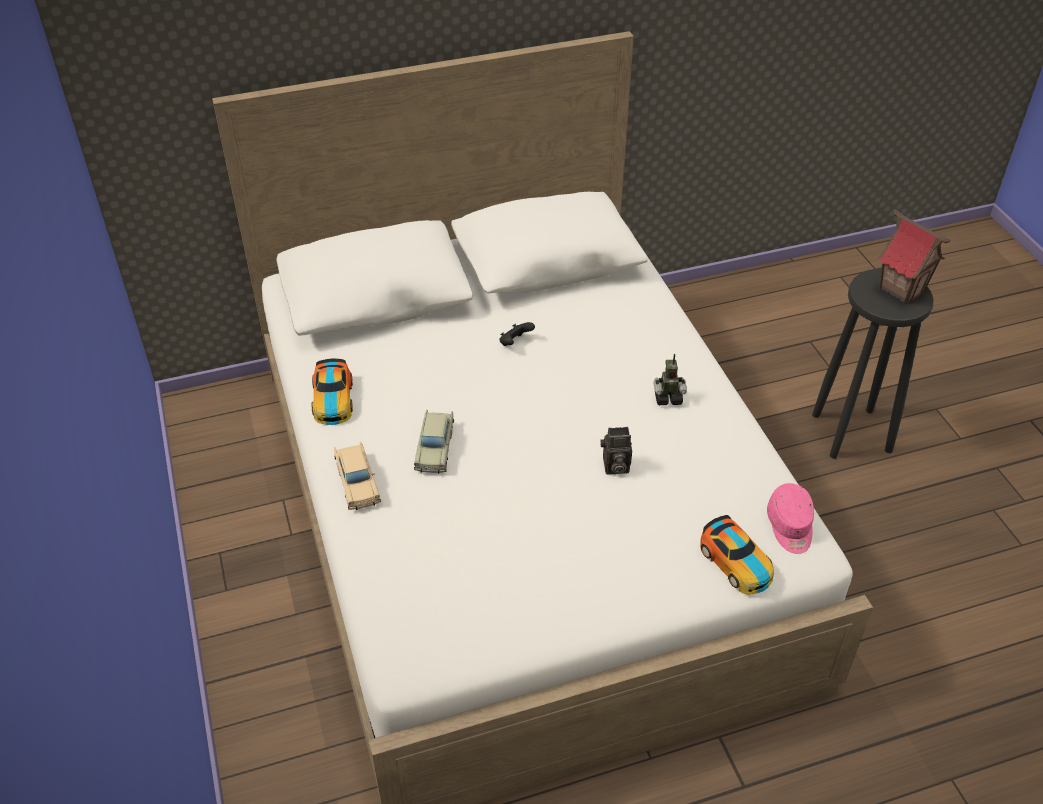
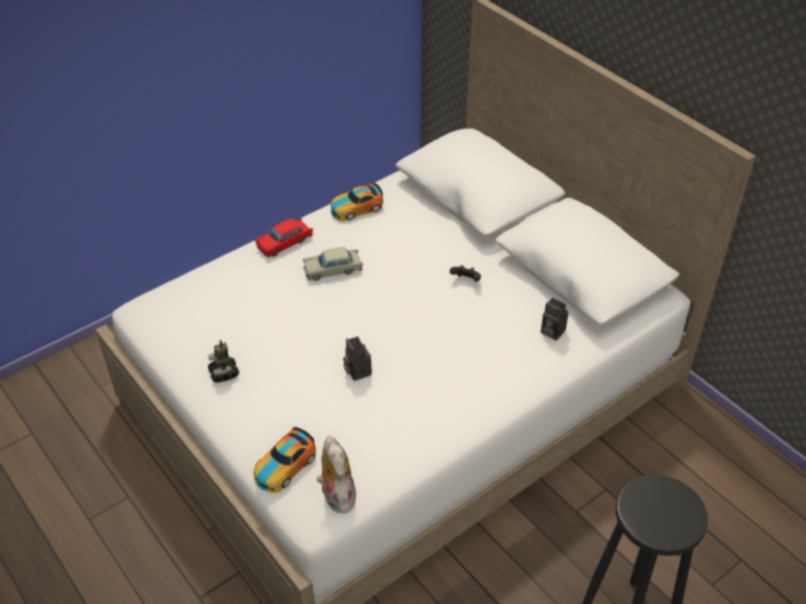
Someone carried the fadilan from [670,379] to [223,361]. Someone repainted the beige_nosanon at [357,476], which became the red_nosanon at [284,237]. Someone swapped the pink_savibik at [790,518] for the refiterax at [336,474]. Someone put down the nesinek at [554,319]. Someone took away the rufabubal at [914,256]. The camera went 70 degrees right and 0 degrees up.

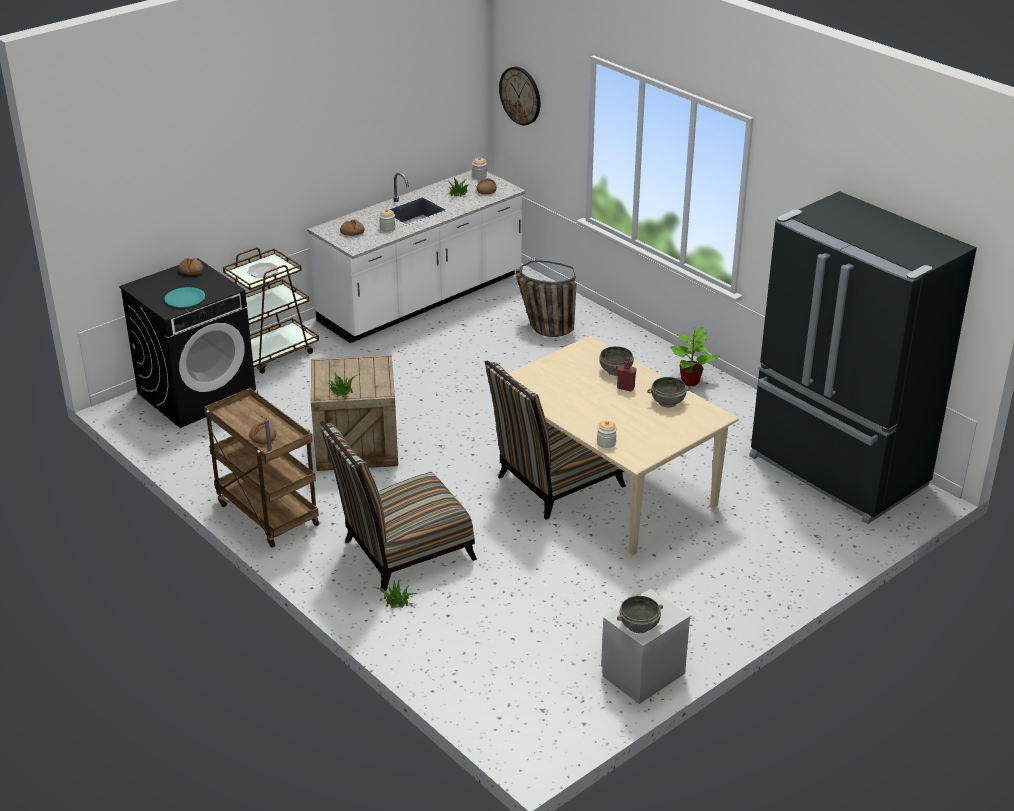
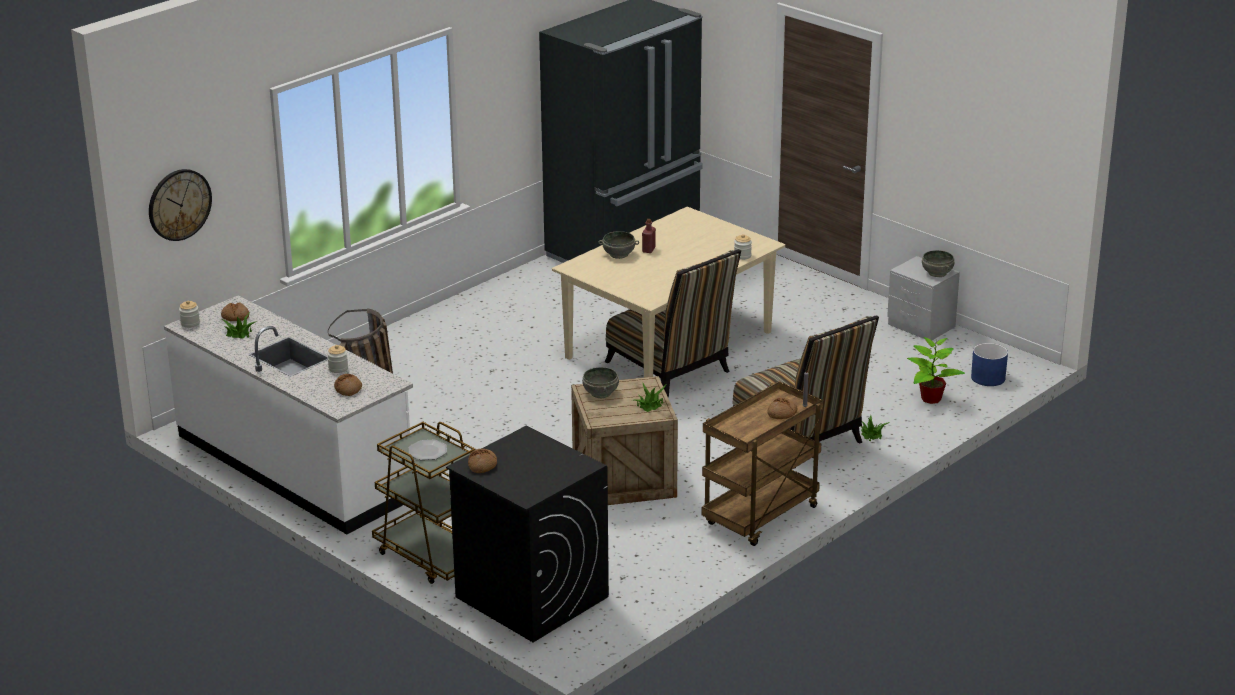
Someone carried the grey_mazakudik from [668,392] to [600,382]. Someone carried the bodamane from [694,356] to [936,370]. Someone put down the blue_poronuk at [989,364]. Someone took away the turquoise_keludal at [184,297]. The camera went 95 degrees left and 5 degrees down.

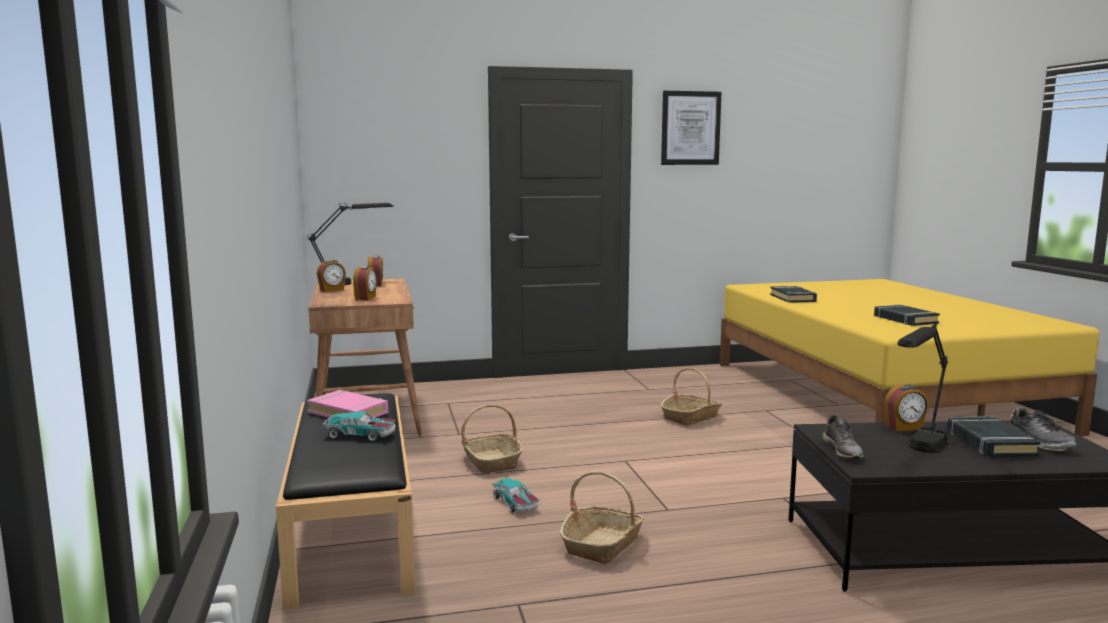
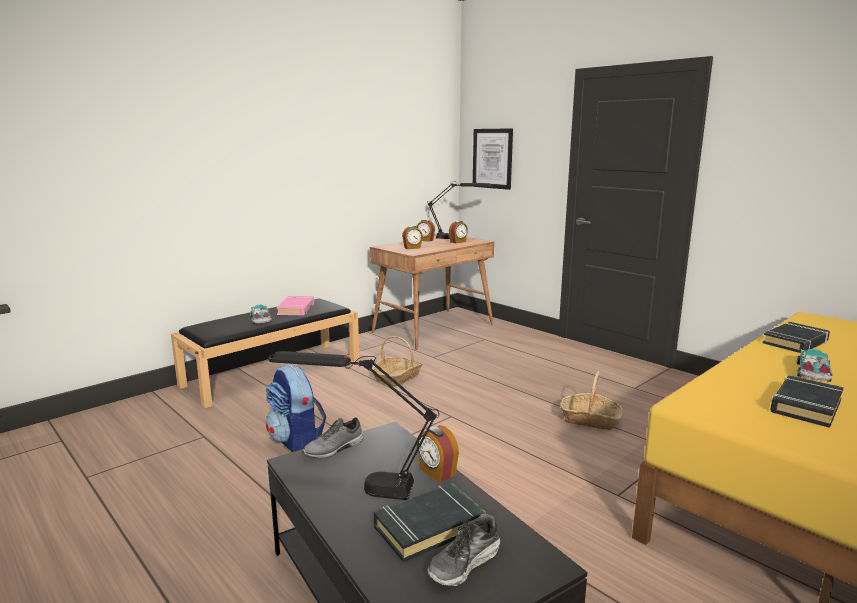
Someone swapped the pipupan at [602,517] for the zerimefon at [296,408]. Someone carried the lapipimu from [691,128] to [493,159]. Someone carried the nosanon from [515,495] to [815,365]. The camera went 60 degrees right and 5 degrees up.

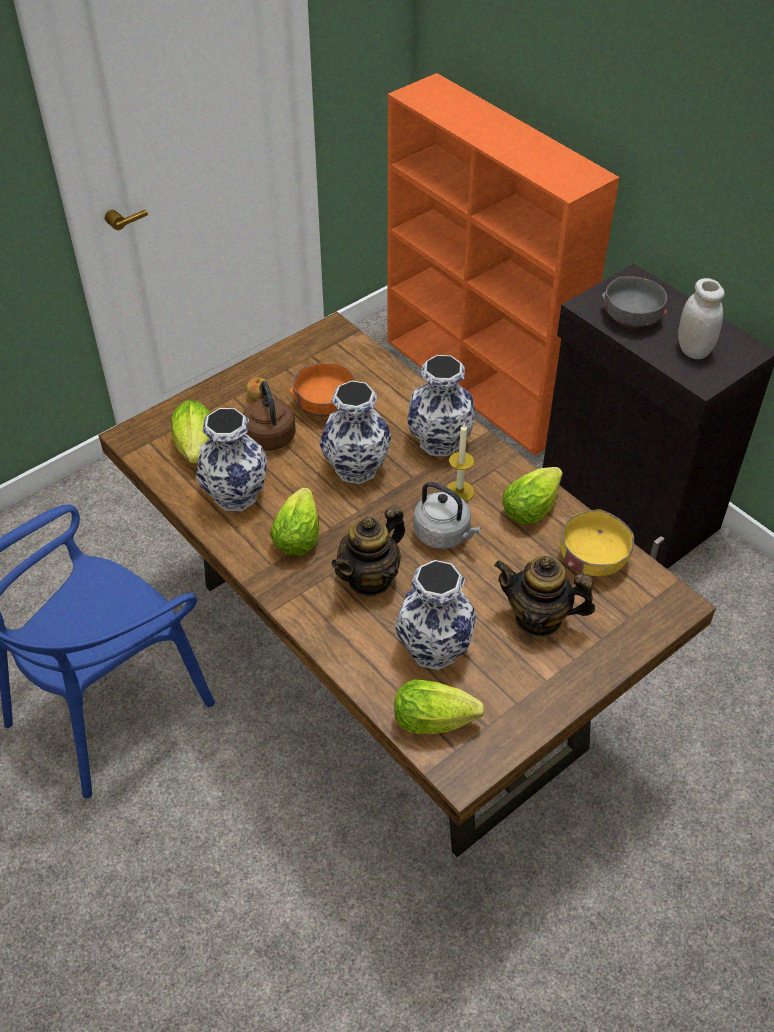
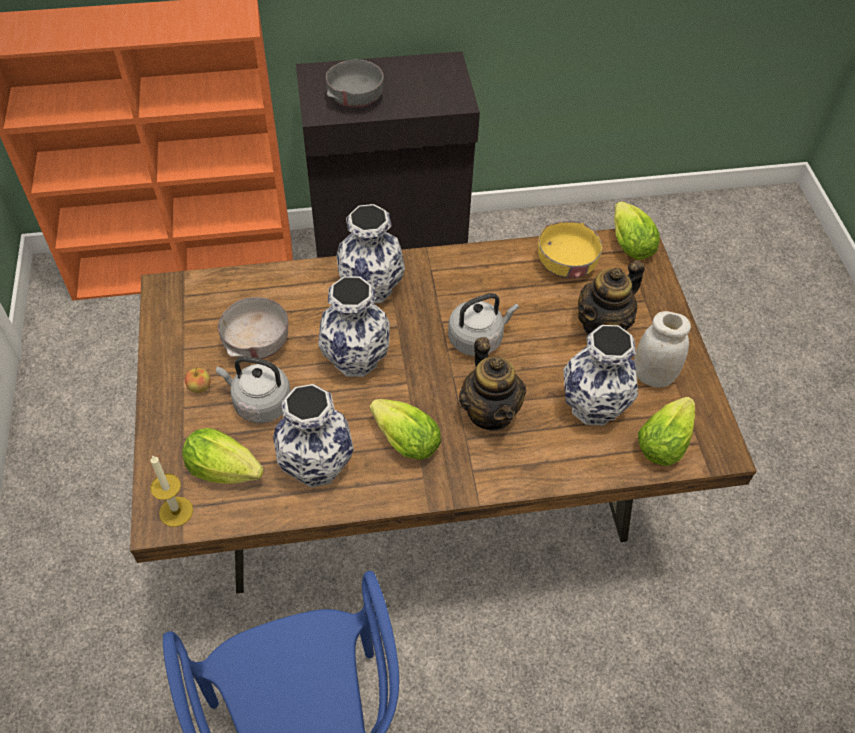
Someone carried the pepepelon from [460,463] to [171,491]. Someone repainted the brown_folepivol at [269,416], which became the grey_folepivol at [253,389]. Someone repainted the orange_mazakudik at [323,390], which became the grey_mazakudik at [253,328]. Someone carried the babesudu from [532,496] to [637,230]. Someone carried the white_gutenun from [701,318] to [662,349]. The camera went 60 degrees left and 5 degrees up.

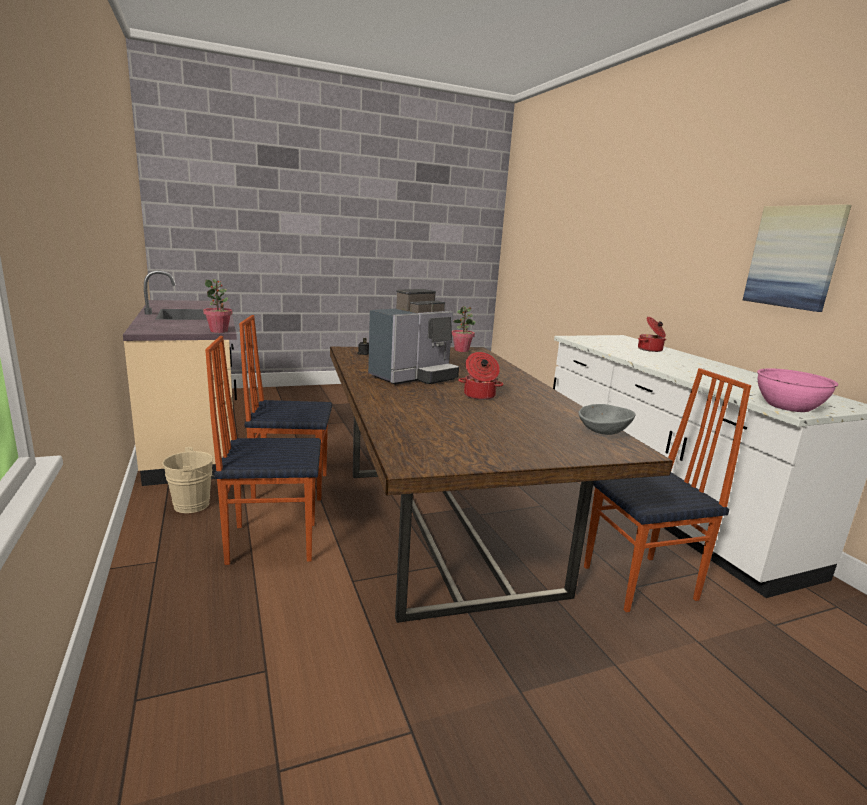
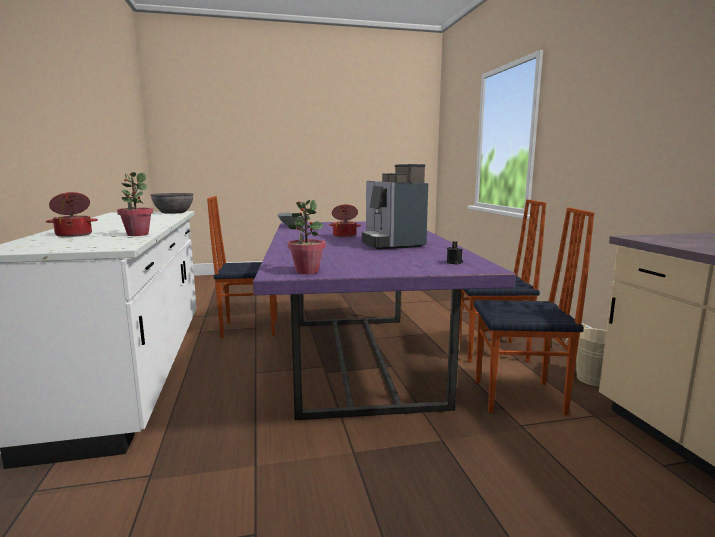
Someone carried the bodamane from [218,306] to [135,204]. Someone repainted the pink_mazakudik at [797,390], which became the grey_mazakudik at [172,203]. Someone repainted the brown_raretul at [501,485], which became the purple_raretul at [384,321]. Someone rotated the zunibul at [413,337] by 75 degrees counterclockwise. Someone took away the lapipimu at [797,258]. The camera went 170 degrees left and 5 degrees down.

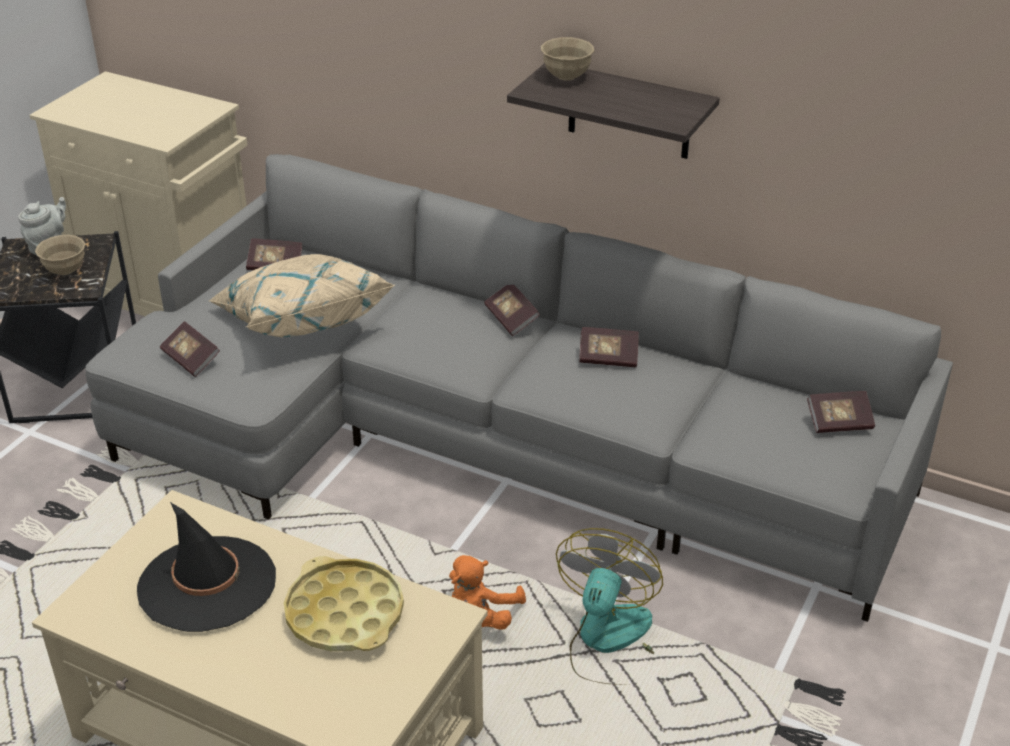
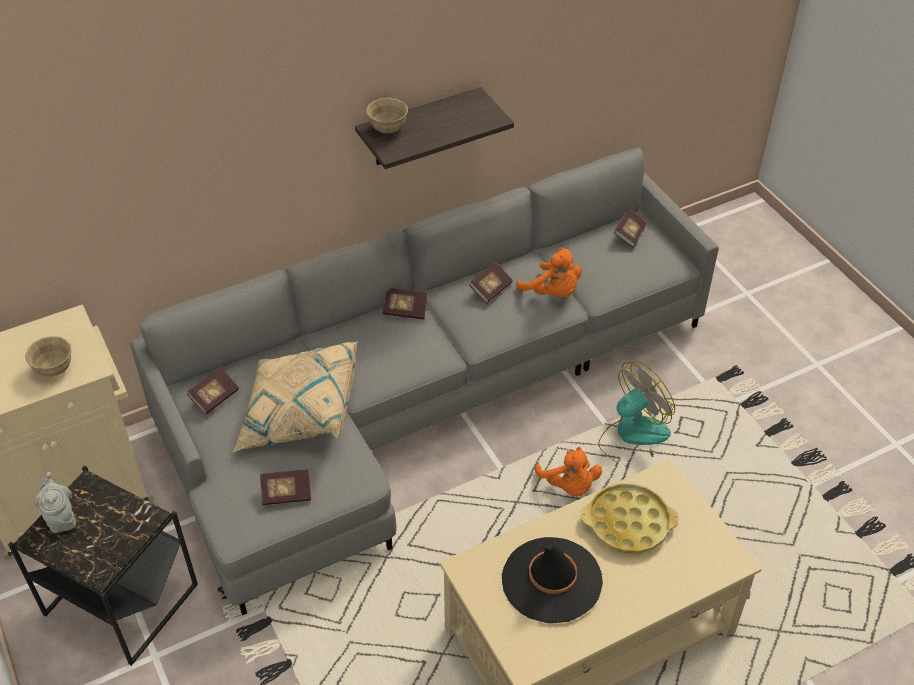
Someone carried the beige_mazakudik from [60,255] to [48,356]. Someone put down the orange_refiterax at [549,272]. Someone rotated the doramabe at [609,606] by 90 degrees clockwise. The camera went 55 degrees left and 10 degrees up.

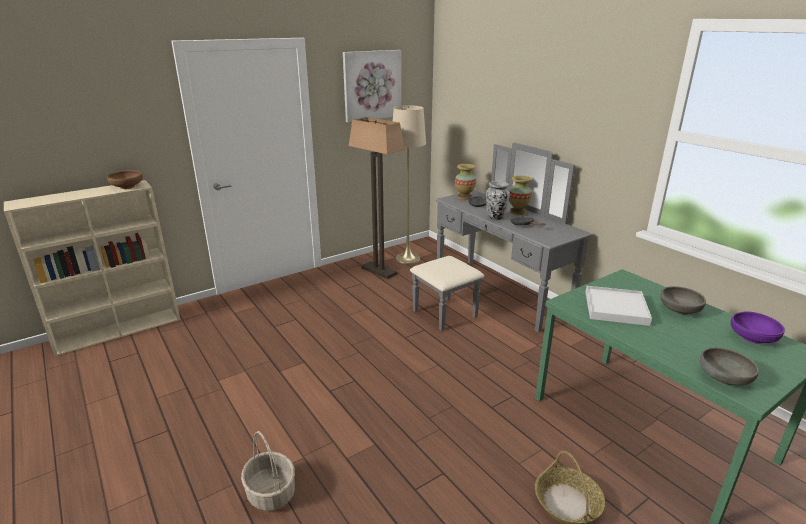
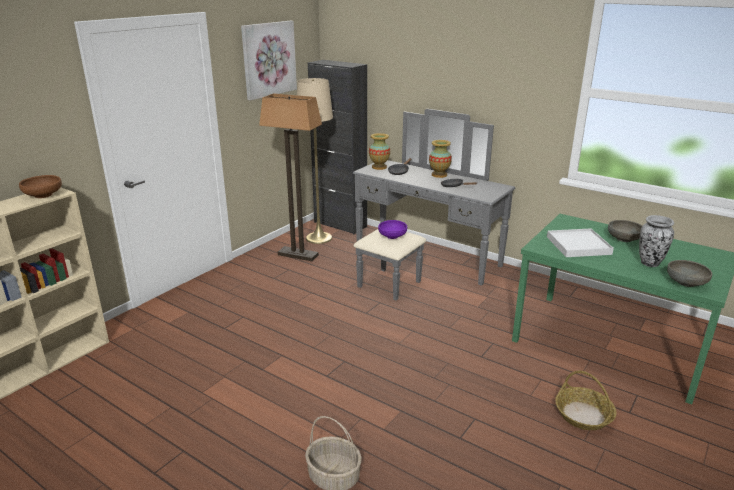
Someone put down the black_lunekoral at [337,147]. Someone carried the purple_mazakudik from [758,327] to [392,229]. Someone carried the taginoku from [498,200] to [656,241]. The camera went 20 degrees left and 0 degrees up.

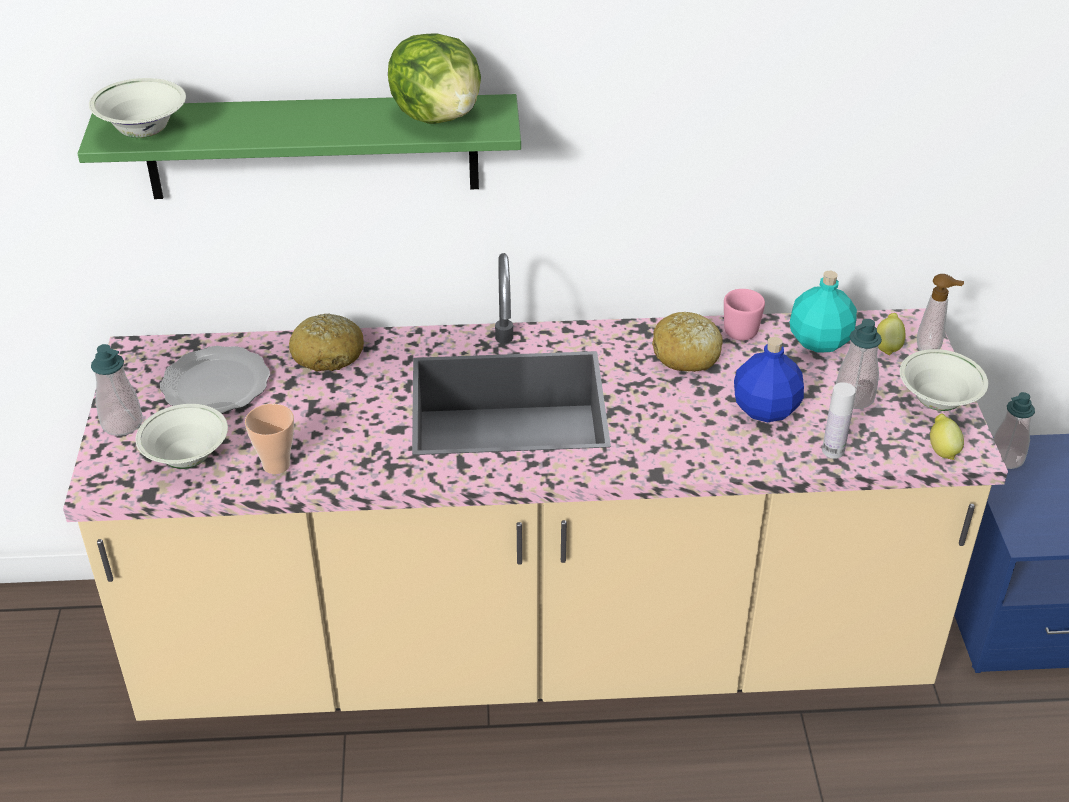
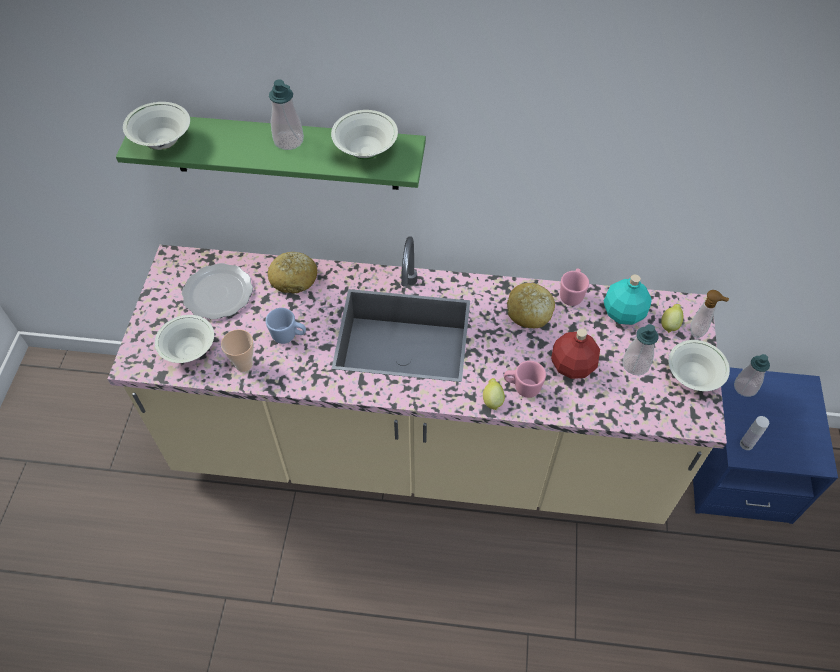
Someone put down the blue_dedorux at [286,326]. Someone carried the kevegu from [117,390] to [286,114]. Someone swapped the babesudu at [434,79] for the white_mazakudik at [364,134]. Someone carried the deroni from [947,437] to [494,394]. Someone put down the pink_dedorux at [525,379]. Someone repainted the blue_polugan at [769,379], which became the red_polugan at [575,354]. Someone carried the white_polugan from [839,420] to [754,433]. The camera went 10 degrees right and 15 degrees up.

